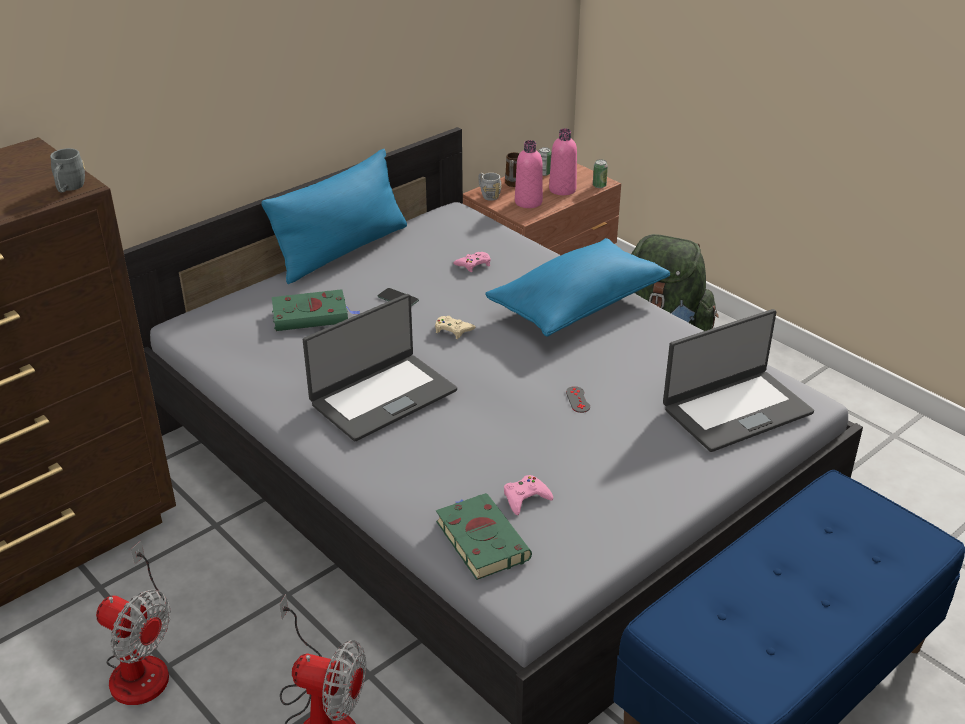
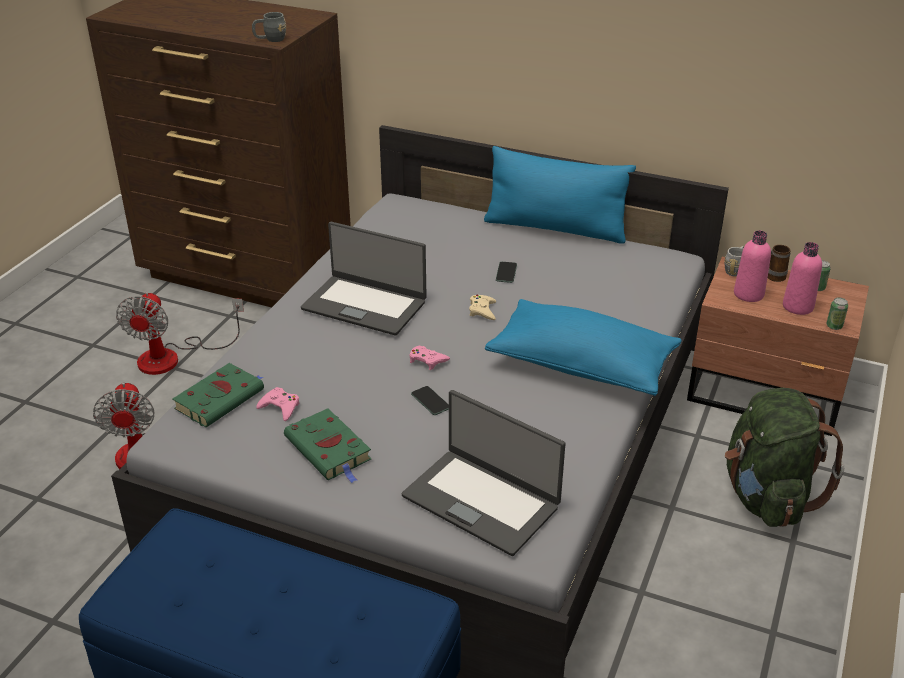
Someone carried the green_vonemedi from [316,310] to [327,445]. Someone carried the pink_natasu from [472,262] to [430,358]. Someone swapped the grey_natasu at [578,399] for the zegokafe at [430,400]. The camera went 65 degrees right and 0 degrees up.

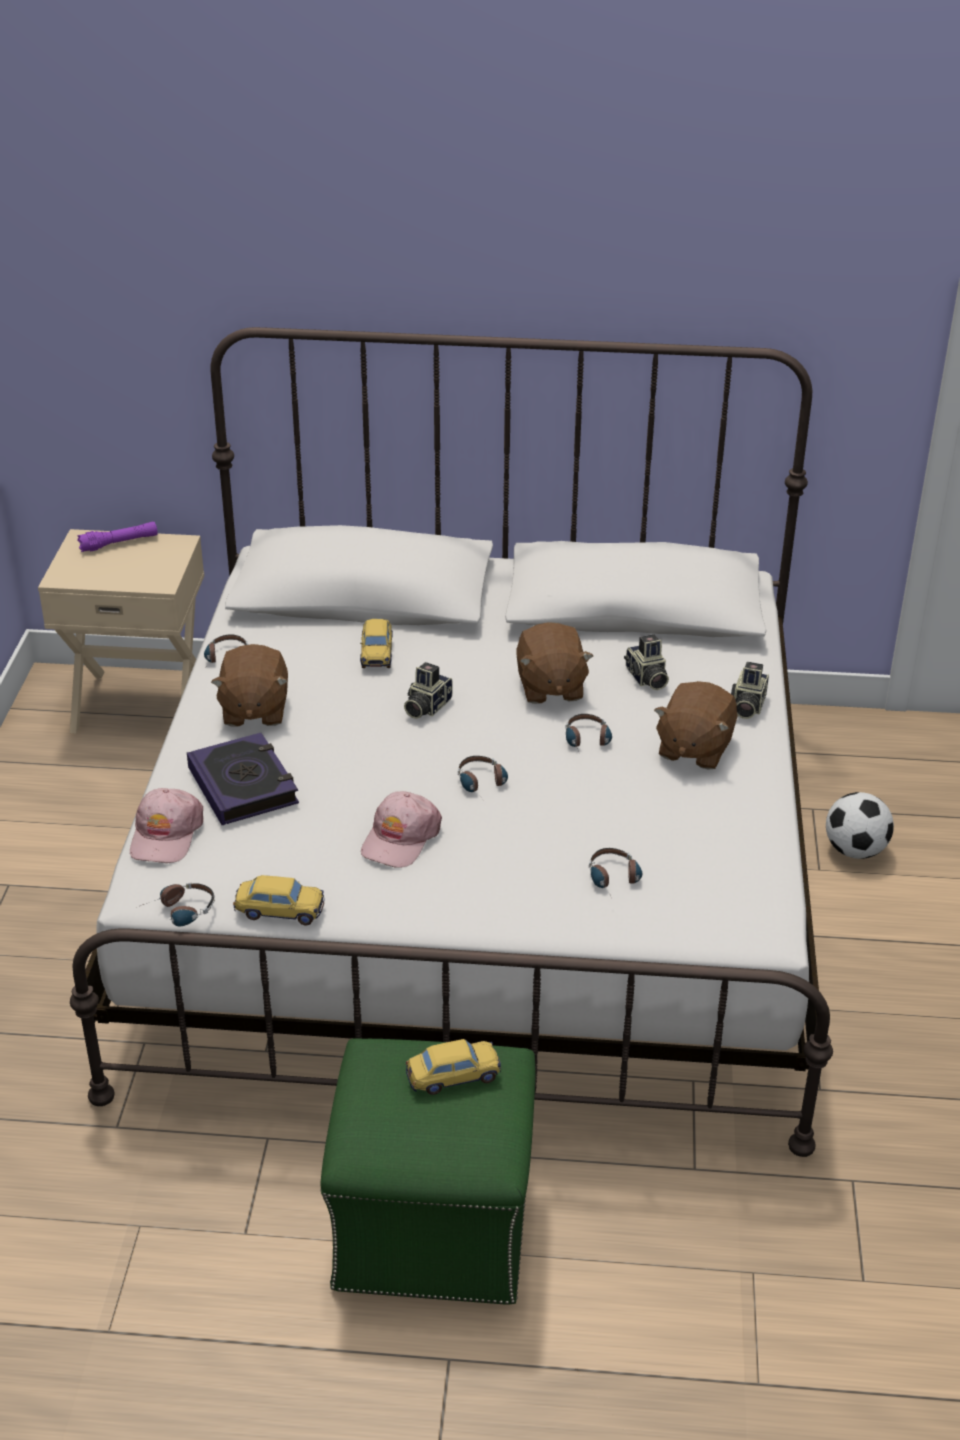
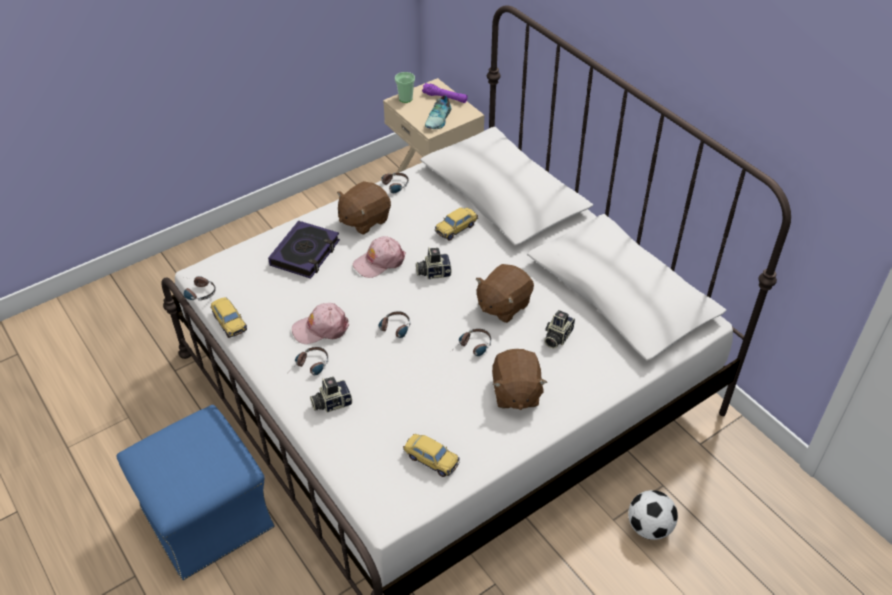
Someone repainted the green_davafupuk at [427,1171], which became the blue_davafupuk at [196,492]. Someone carried the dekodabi from [615,873] to [311,361]. Someone carried the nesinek from [750,690] to [331,395]. Someone carried the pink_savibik from [166,825] to [379,257]. Someone put down the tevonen at [405,87]. Someone carried the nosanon from [453,1067] to [431,455]. Someone put down the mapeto at [438,112]. Someone rotated the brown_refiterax at [696,725] by 75 degrees counterclockwise. The camera went 50 degrees right and 10 degrees up.

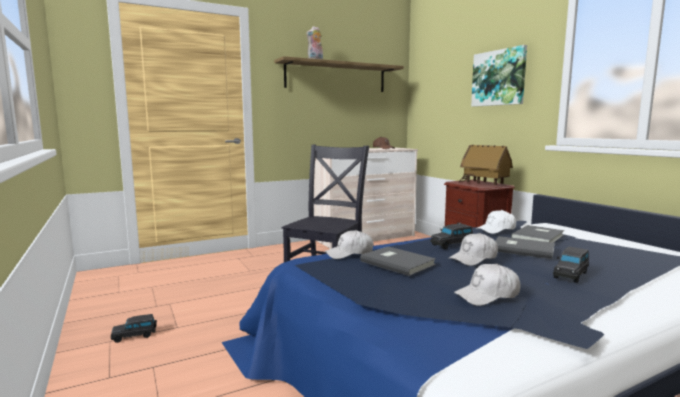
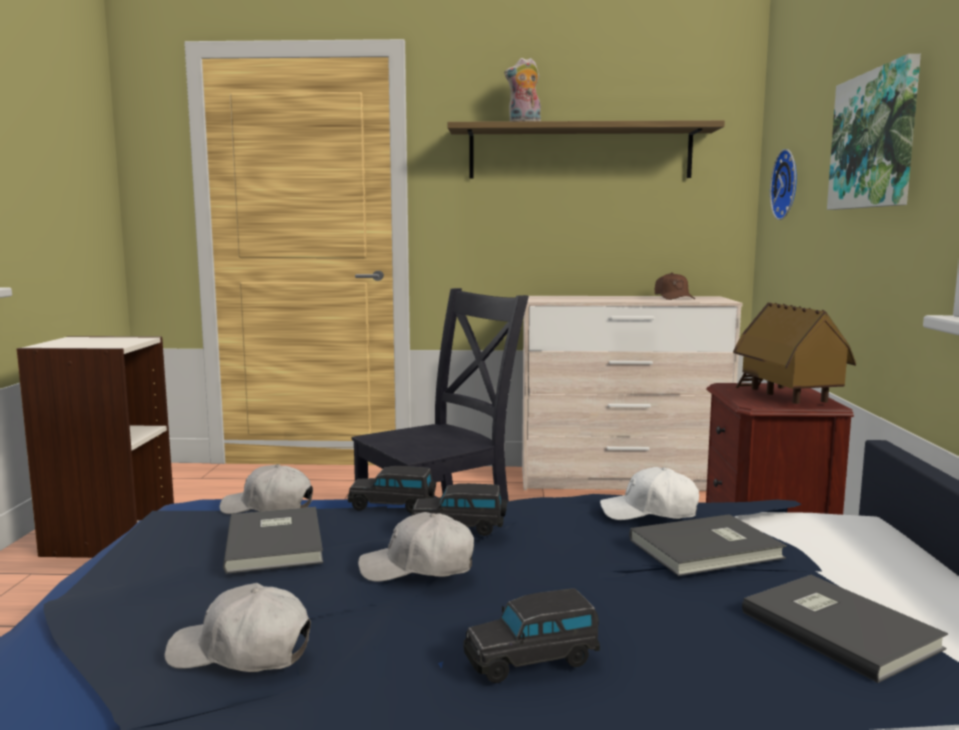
Someone put down the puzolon at [95,447]. Someone carried the black_nosanon from [134,328] to [392,489]. Someone carried the grey_vonemedi from [525,247] to [845,629]. Someone put up the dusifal at [783,184]. The camera went 30 degrees right and 0 degrees up.

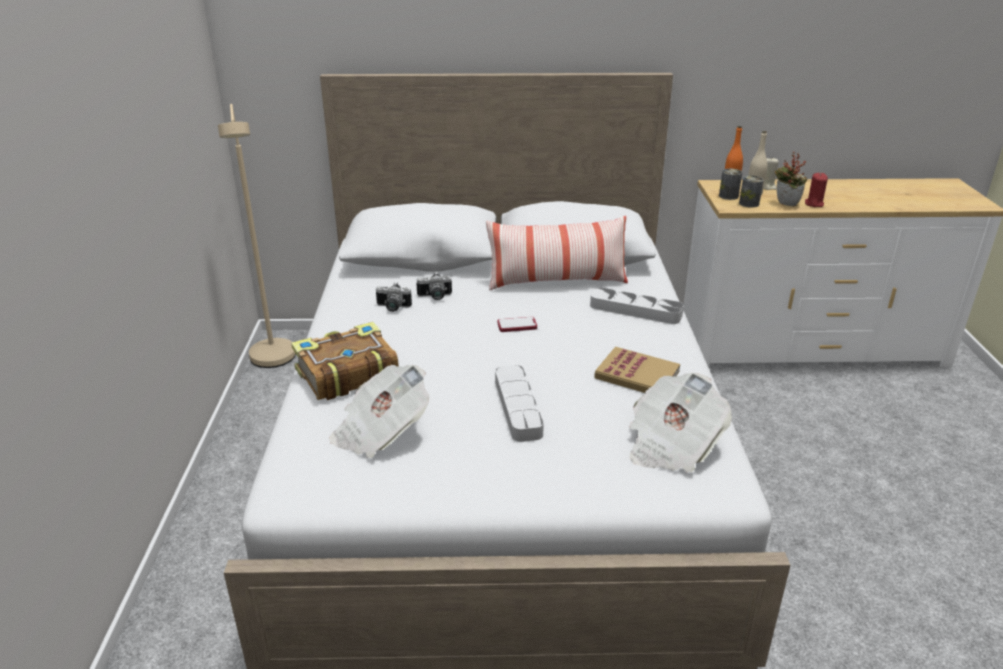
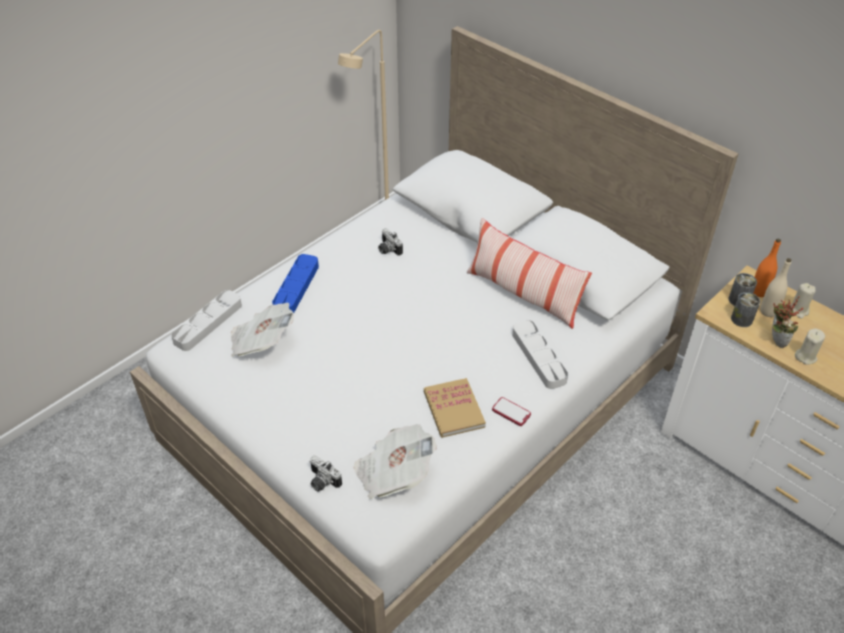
Someone carried the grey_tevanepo from [519,403] to [206,320]. Someone swapped the vonemedi at [345,361] for the blue_tevanepo at [295,283]. Someone carried the nesinek from [434,286] to [326,473]. Someone carried the zegokafe from [517,324] to [511,411]. Someone repainted the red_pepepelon at [816,190], which became the beige_pepepelon at [810,346]. The camera went 45 degrees right and 15 degrees up.

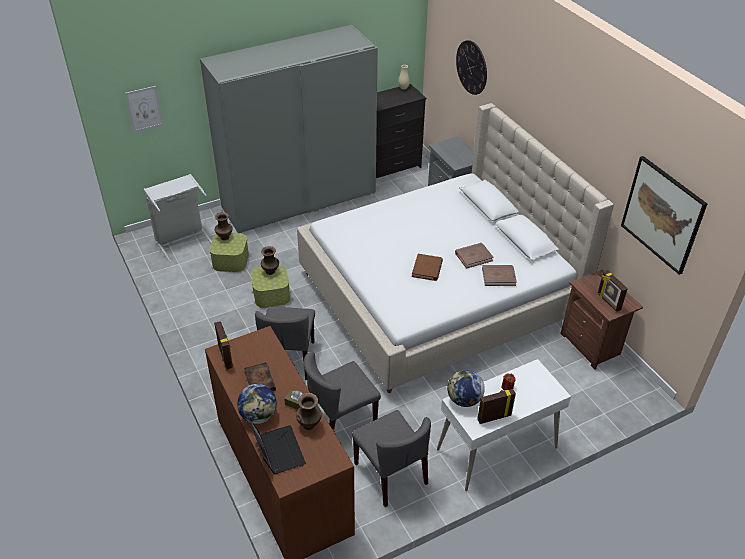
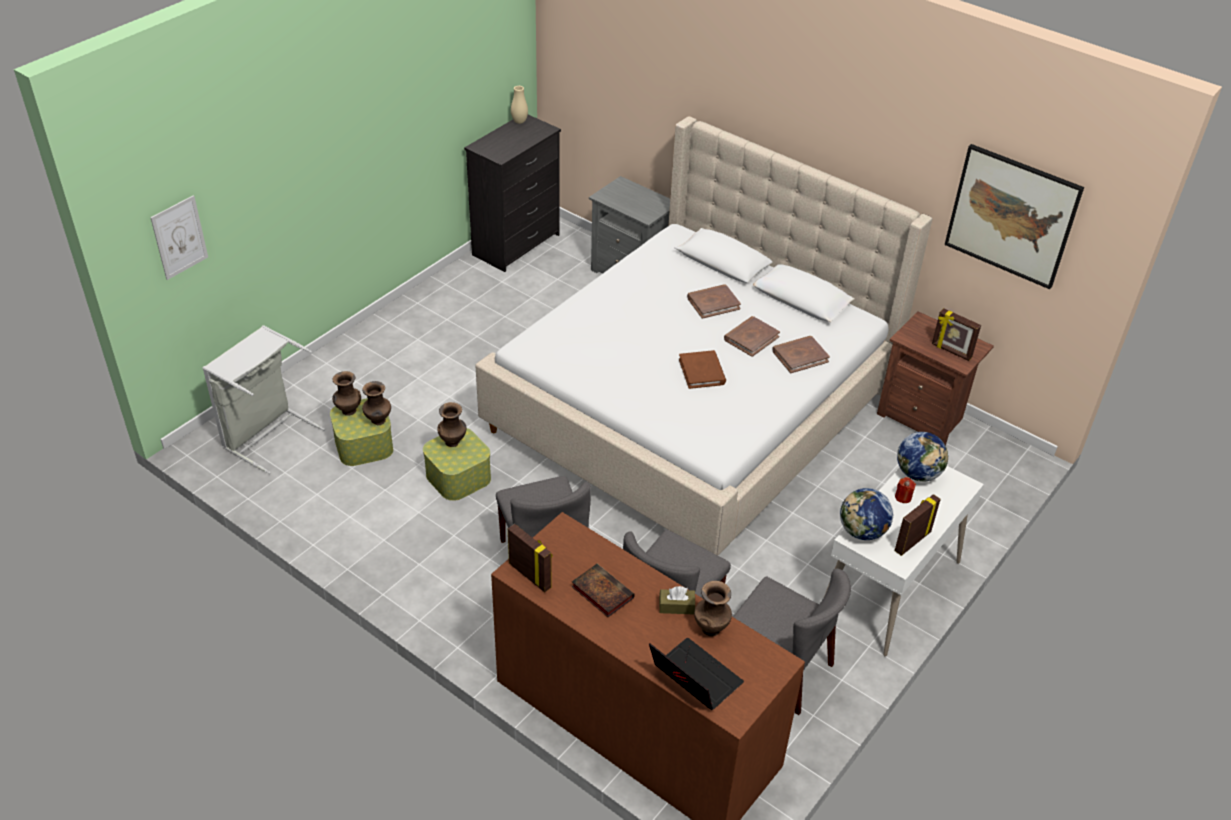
Someone put down the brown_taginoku at [376,403]. Someone put down the brown_vonemedi at [714,301]. Someone carried the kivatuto from [257,404] to [923,457]. Someone took away the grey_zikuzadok at [289,129]. Someone took away the dusifal at [471,67]. The camera went 25 degrees left and 0 degrees up.

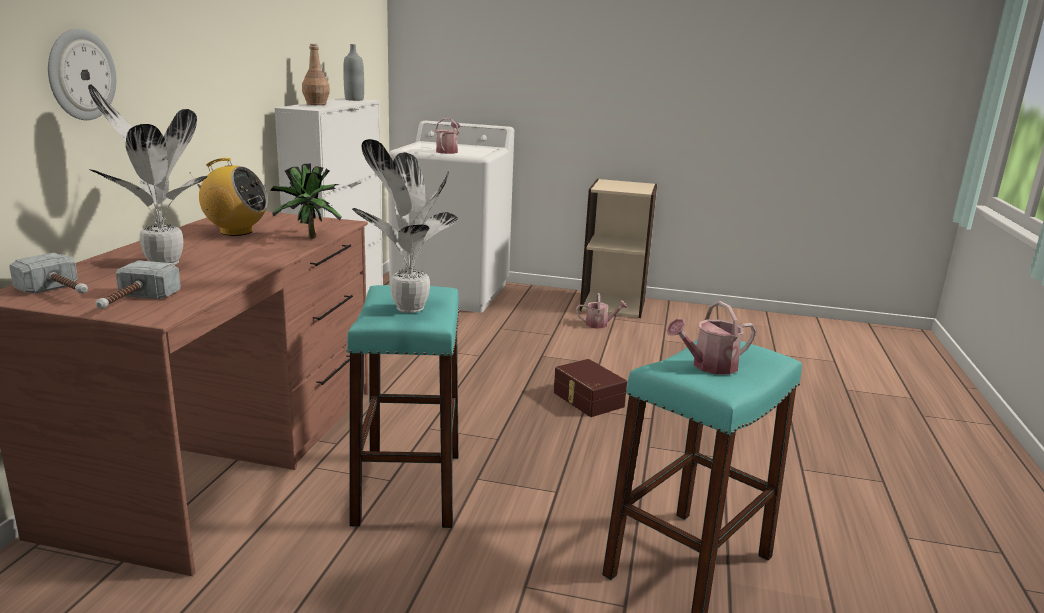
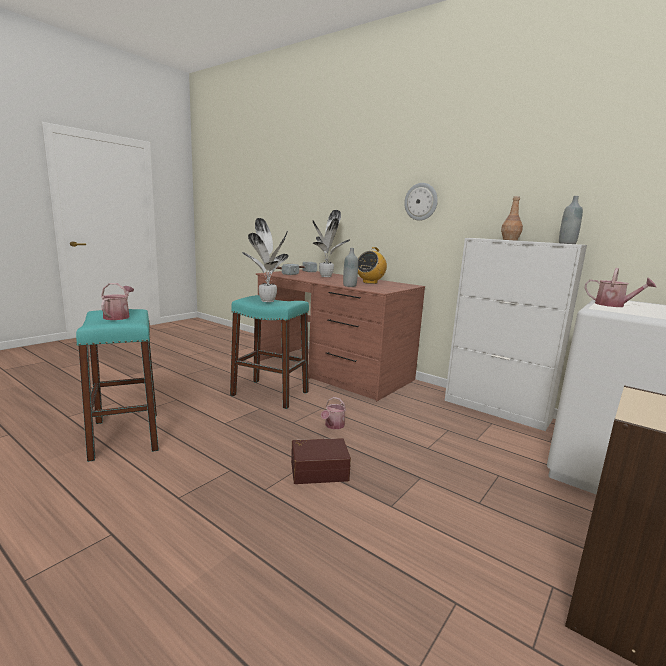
Someone carried the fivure from [602,311] to [333,413]. Someone swapped the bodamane at [306,201] for the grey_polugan at [350,267]. Someone carried the dusifal from [82,74] to [421,202]. The camera went 115 degrees right and 5 degrees down.

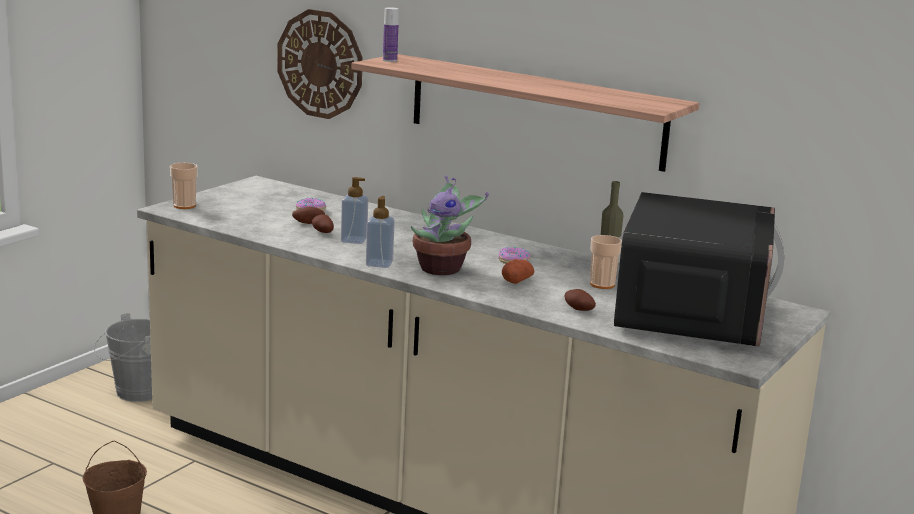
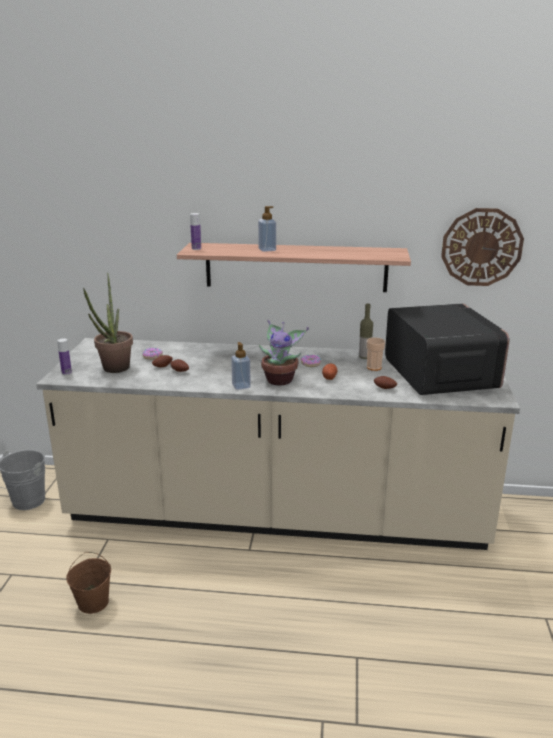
Someone swapped the tevonen at [184,186] for the polugan at [64,356]. Someone put down the bodamane at [108,323]. Someone carried the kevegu from [354,210] to [267,229]. Someone carried the dusifal from [320,64] to [482,247]. The camera went 25 degrees left and 5 degrees up.

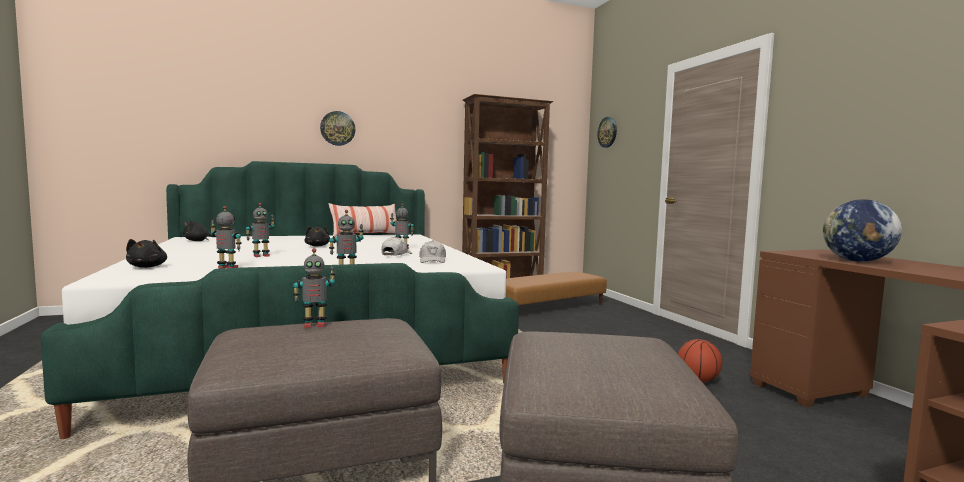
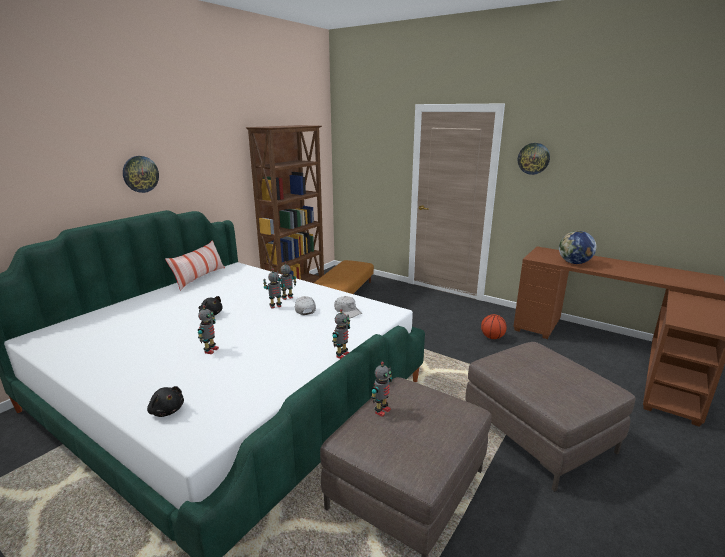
Someone carried the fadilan from [226,237] to [274,289]. Someone carried the dusifal from [607,132] to [534,159]. Someone took away the black_refiterax at [198,230]. The camera went 35 degrees left and 15 degrees up.

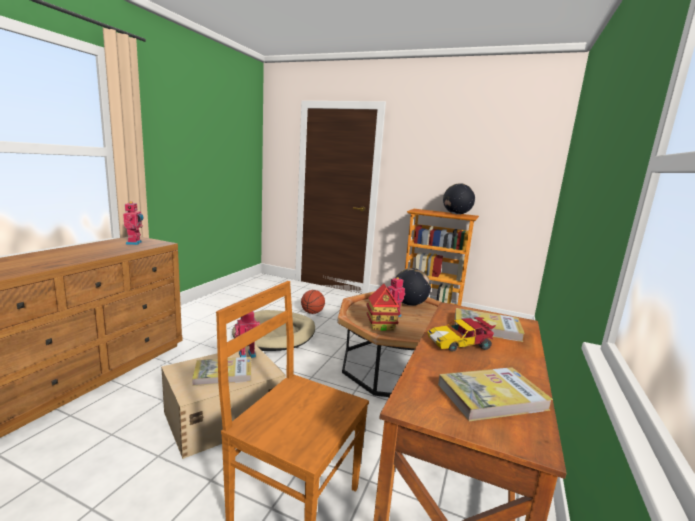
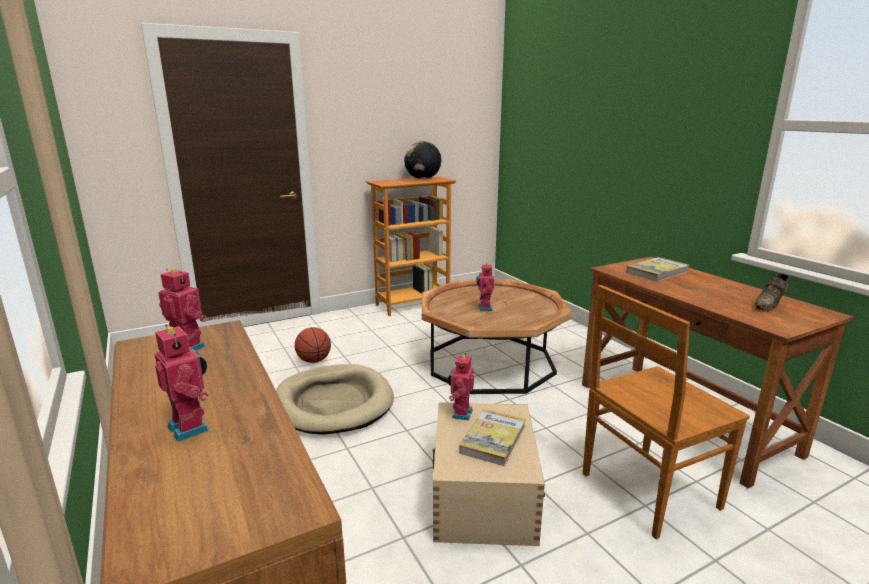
Someone put down the fadilan at [182,383]. Someone swapped the vonemedi at [495,394] for the brown_mapeto at [772,292]. Someone took away the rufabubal at [383,307]. Someone took away the kivatuto at [413,287]. Someone took away the nosanon at [461,334]. The camera went 50 degrees left and 5 degrees up.

